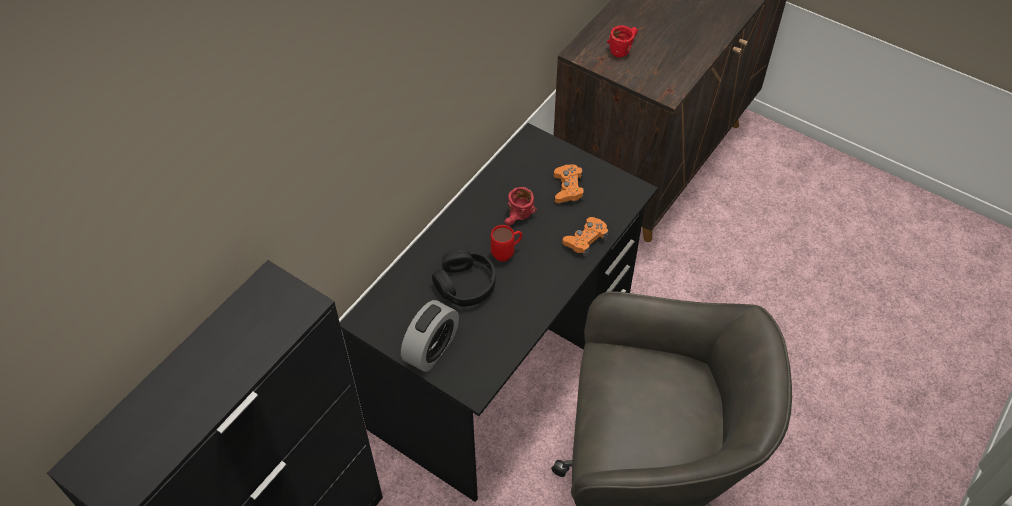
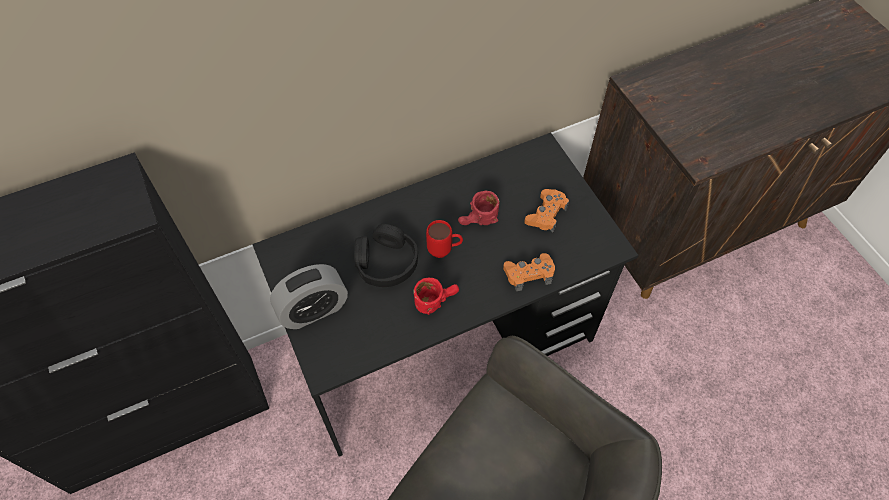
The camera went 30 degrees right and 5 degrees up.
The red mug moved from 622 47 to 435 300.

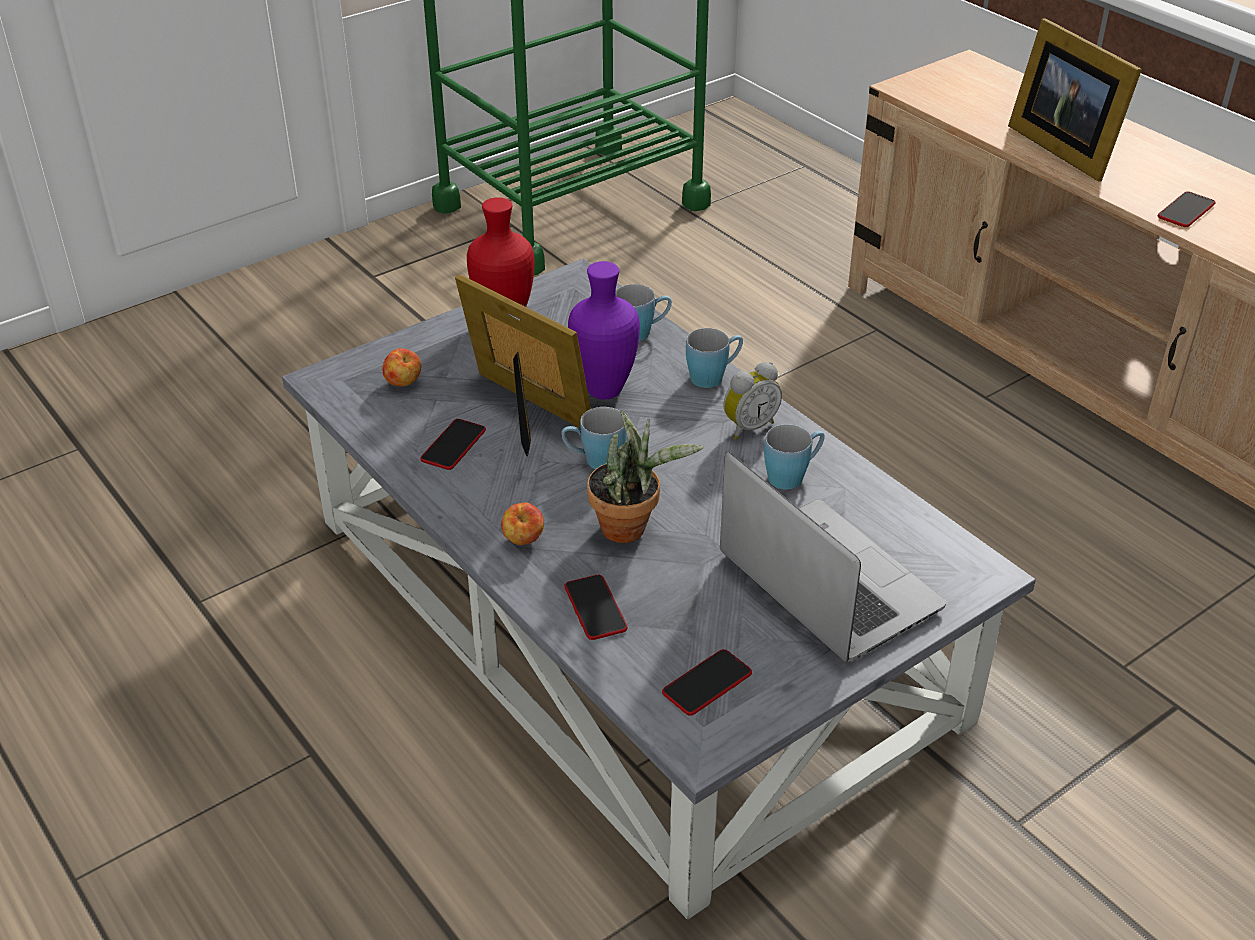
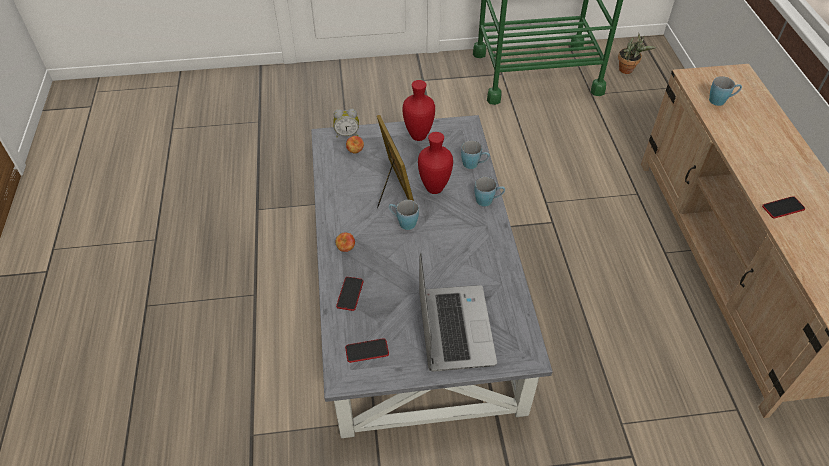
The camera went 30 degrees right and 10 degrees up.
The phone at 453 445 disappeared.
The picture frame at 1063 147 disappeared.
The potted plant moved from 630 528 to 628 70.
The alarm clock moved from 748 426 to 347 134.
The blue mug moved from 793 475 to 721 100.
The purple vase at 602 391 became the red vase at 433 188.

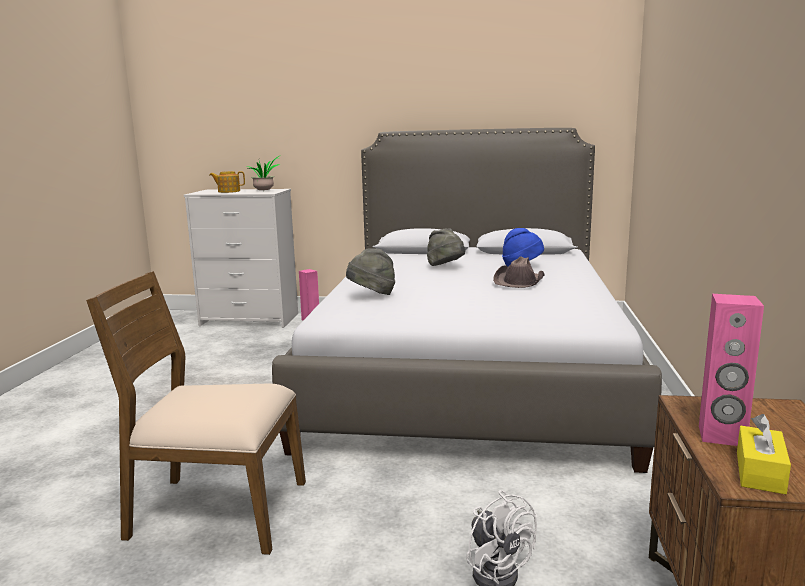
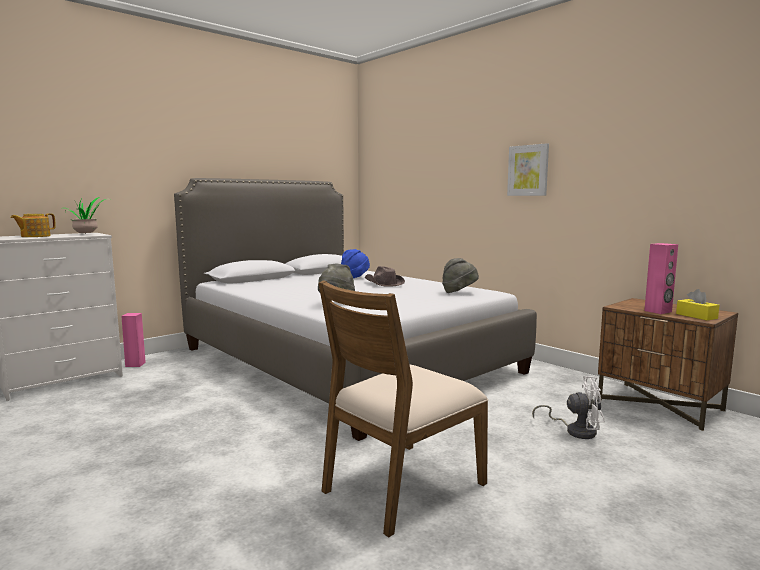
The camera went 50 degrees left and 5 degrees down.
The picture at 528 170 appeared.
The grey hat moved from 446 267 to 459 292.

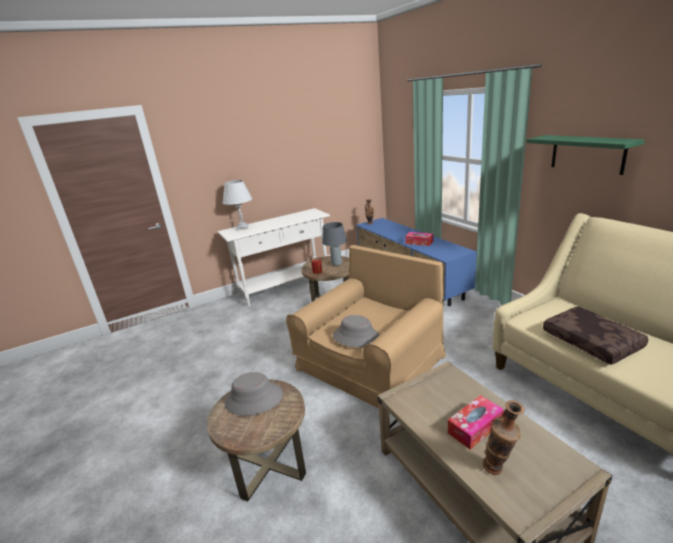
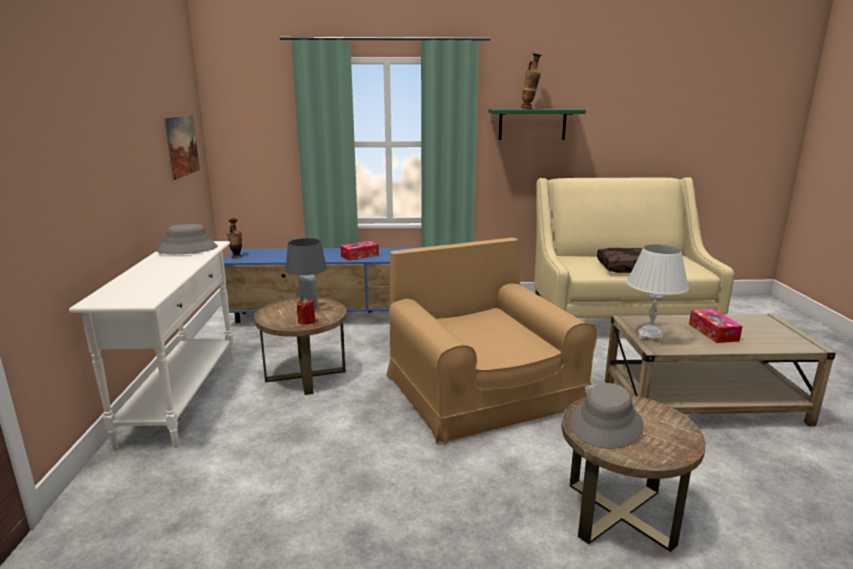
The camera went 65 degrees left and 5 degrees down.
The picture at 182 146 appeared.
The white table lamp moved from 242 227 to 649 336.
The grey hat moved from 356 336 to 187 249.
The vase moved from 499 471 to 530 109.

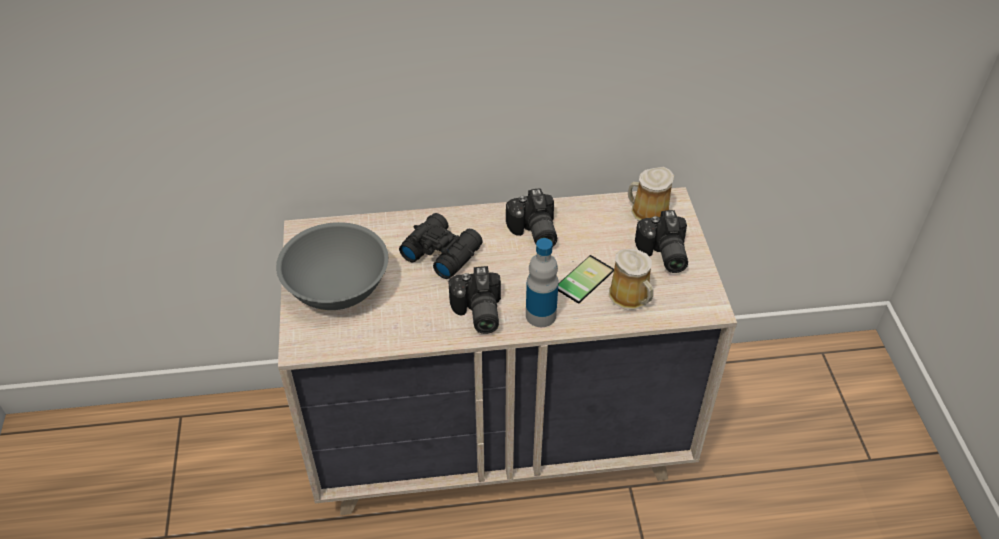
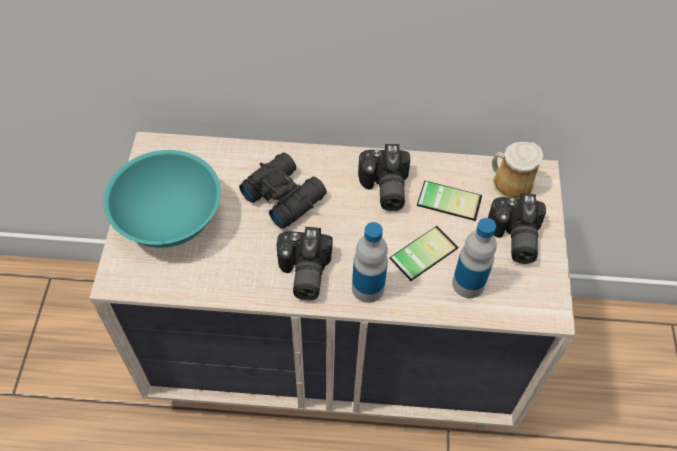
The camera went 10 degrees right and 10 degrees up.
The phone at 450 198 appeared.
The mug at 631 297 was replaced by the bottle at 468 284.
The grey bowl at 338 287 became the turquoise bowl at 170 218.

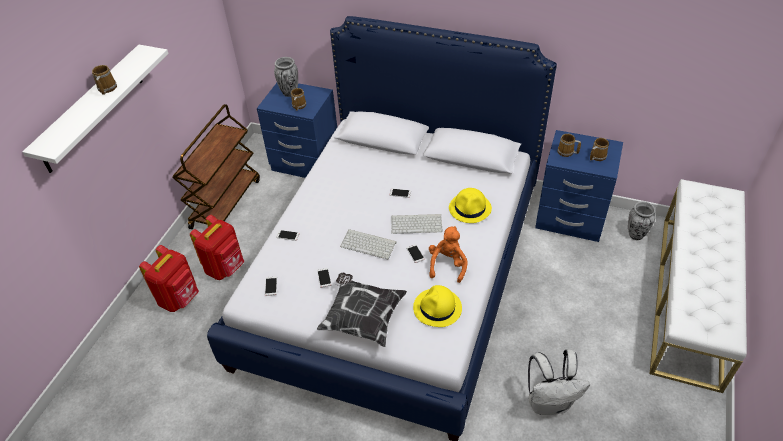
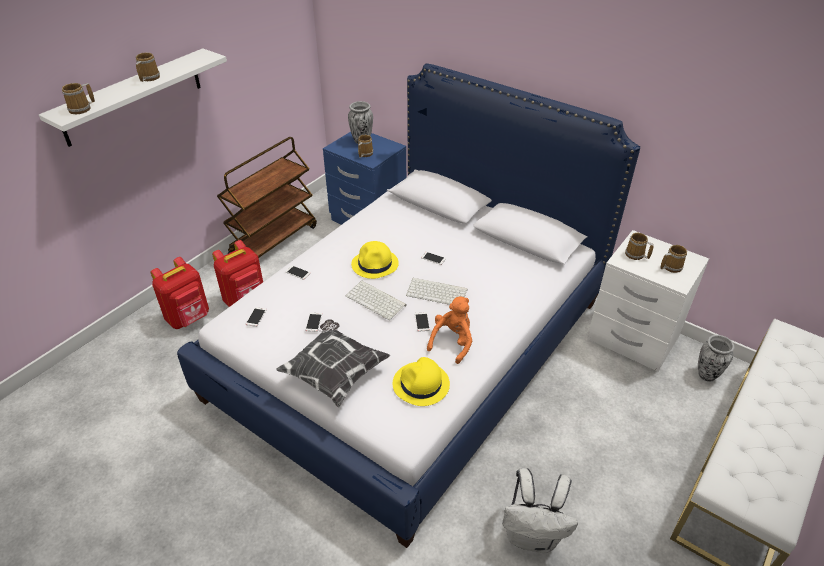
The camera went 15 degrees right and 5 degrees down.
The mug at 81 109 appeared.
The yellow hat moved from 470 208 to 375 264.
The blue nightstand at 570 219 became the white nightstand at 632 339.

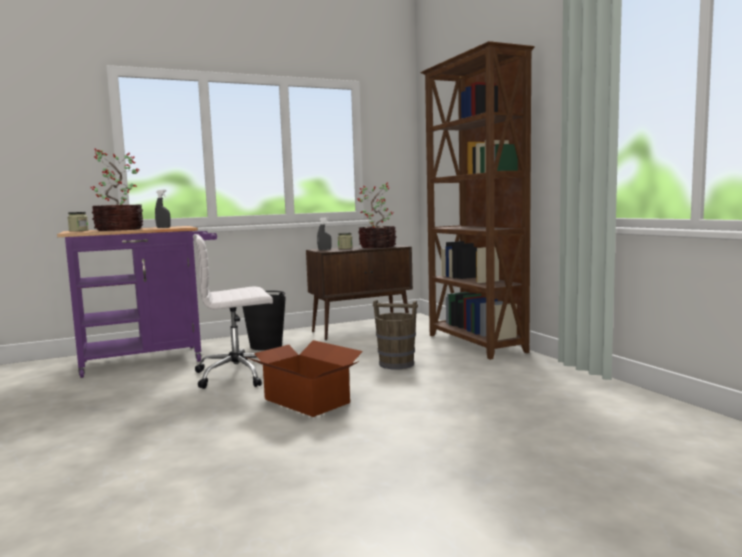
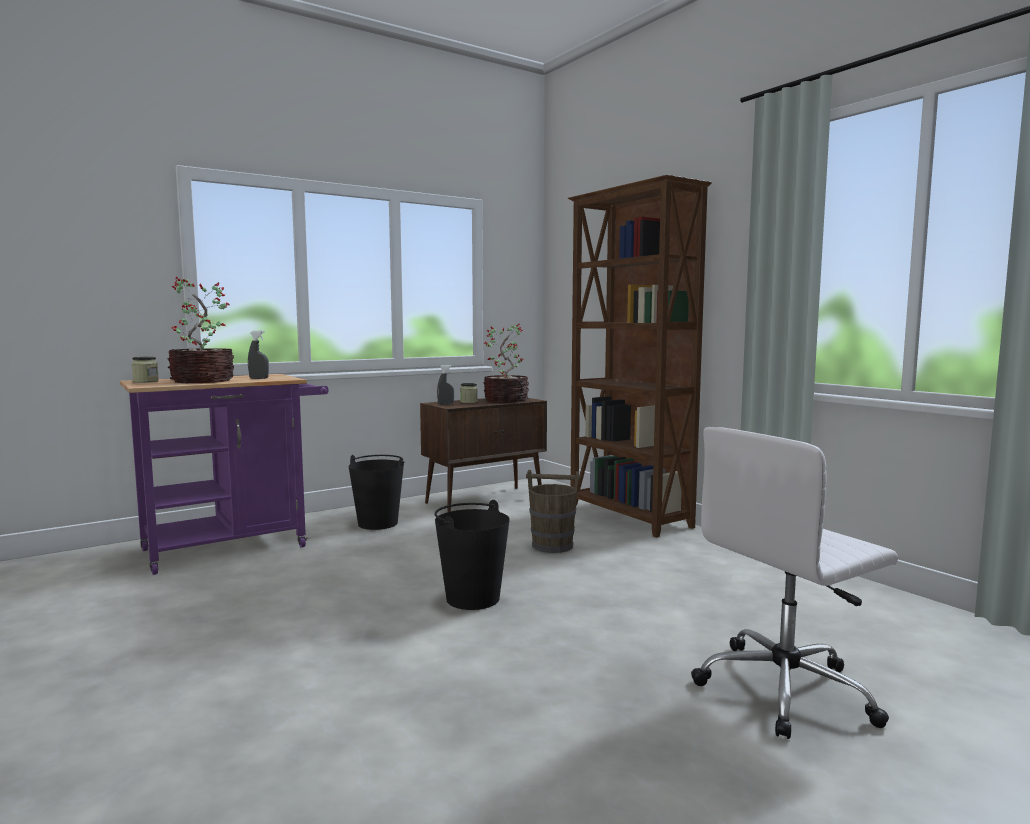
The camera went 10 degrees left and 0 degrees up.
The white office chair moved from 239 375 to 786 689.
The cardboard box at 307 400 was replaced by the black bucket at 472 598.

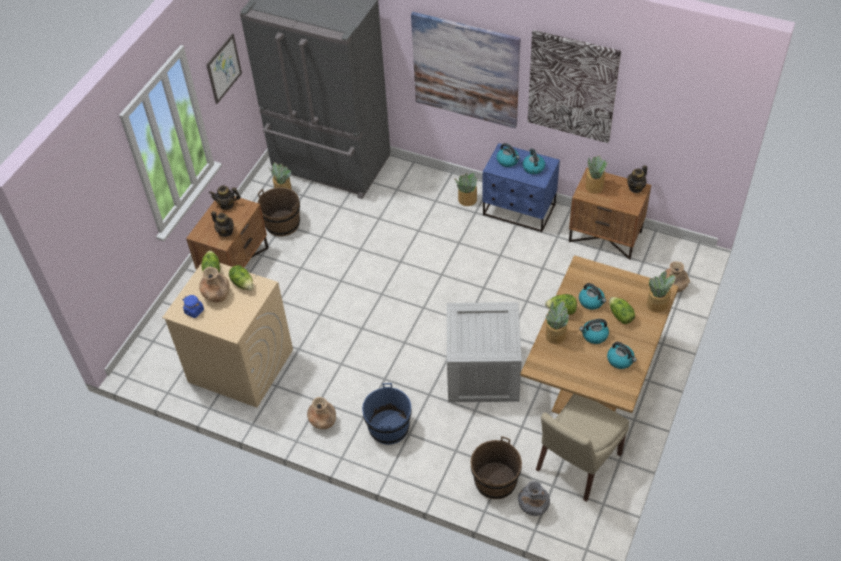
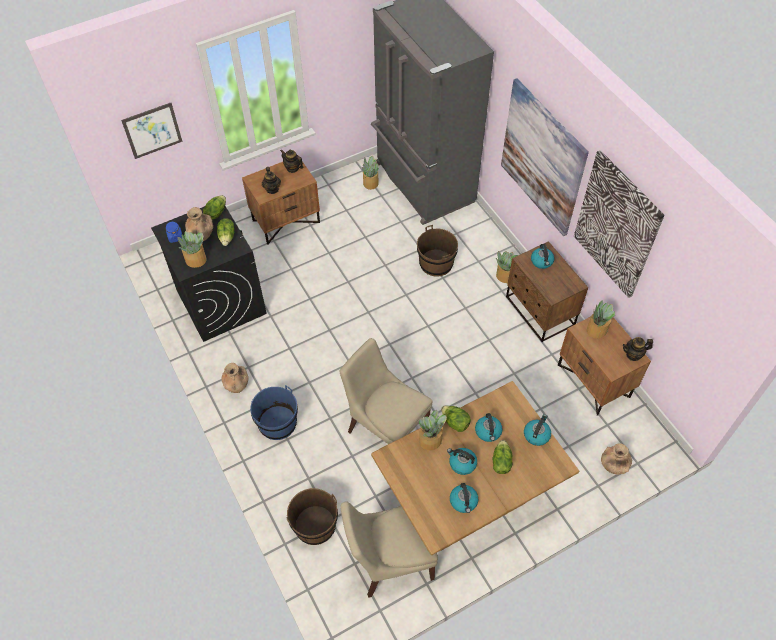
The camera went 35 degrees right and 5 degrees up.
The grey vase at 533 506 disappeared.
The picture moved from 224 68 to 152 130.
The brown bucket moved from 282 224 to 436 263.
The kettle moved from 533 167 to 536 434.
The potted plant moved from 657 304 to 196 260.
The crate at 481 371 was replaced by the beige chair at 386 427.
The beige washing machine at 240 365 became the black washing machine at 220 301.
The blue nightstand at 519 211 became the brown nightstand at 539 311.

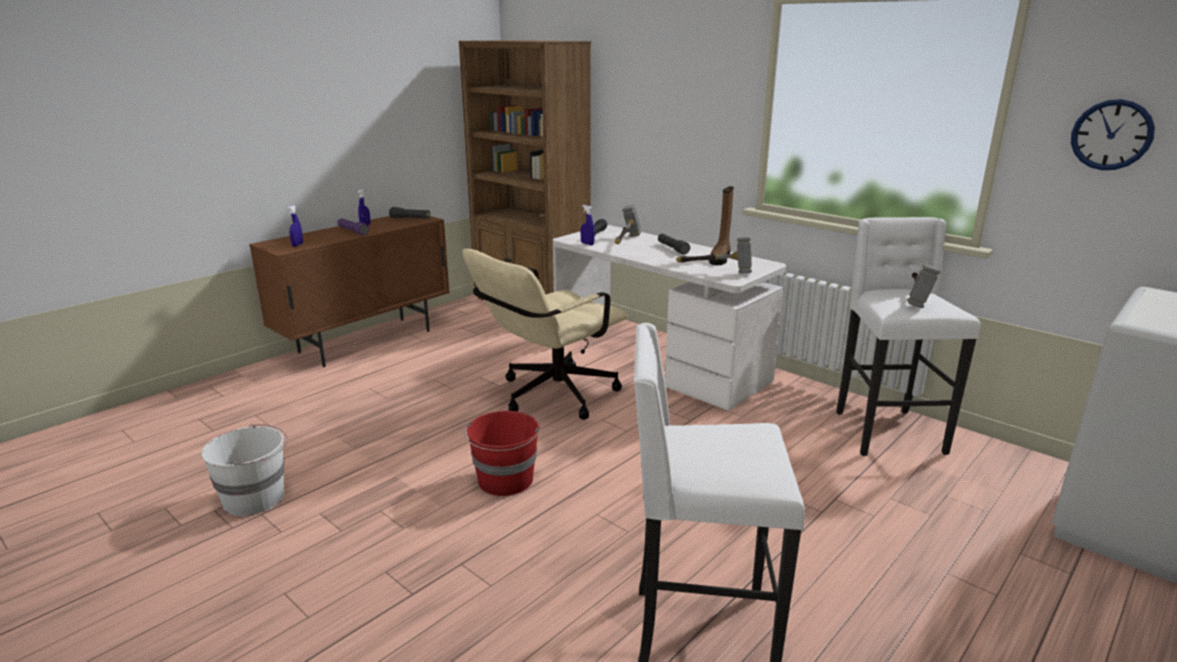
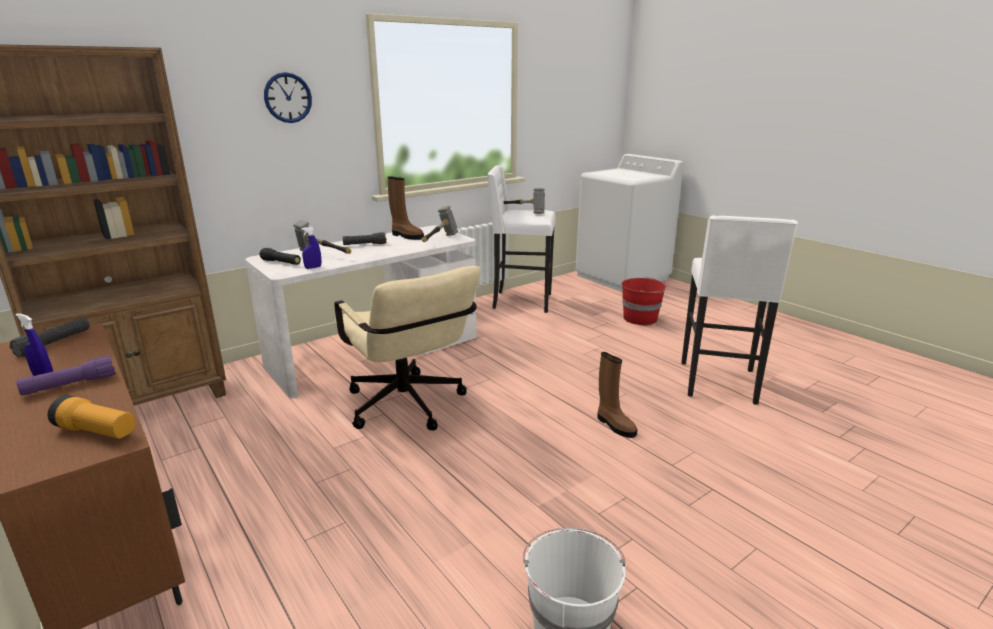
The camera went 80 degrees left and 0 degrees up.
The brown boot at 614 425 appeared.
The red bucket moved from 505 481 to 641 318.
The wall clock moved from 1111 135 to 288 98.
The blue spray bottle at 297 245 was replaced by the flashlight at 97 431.

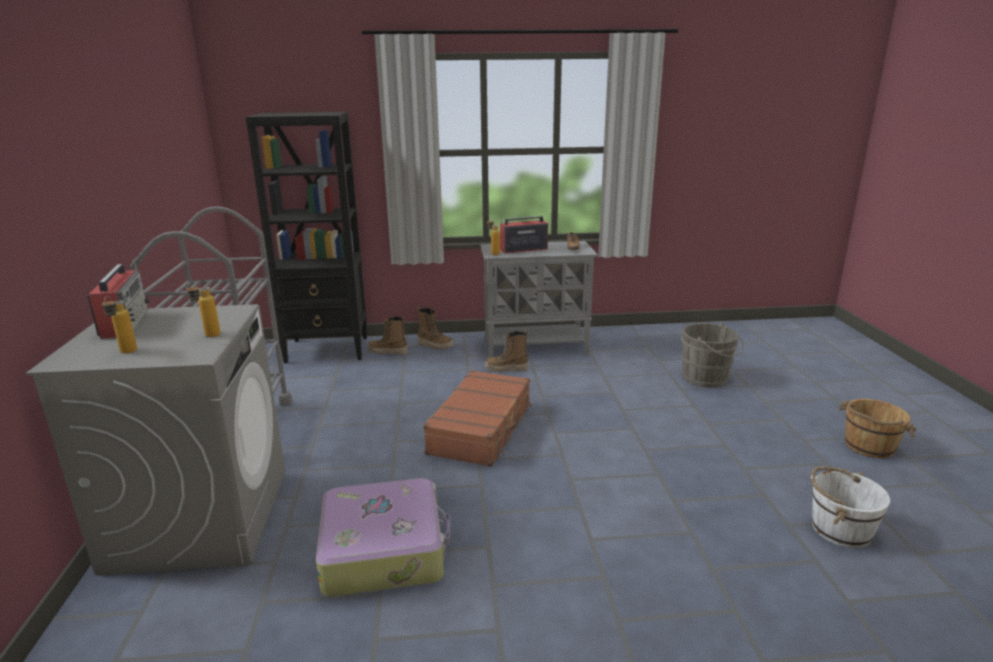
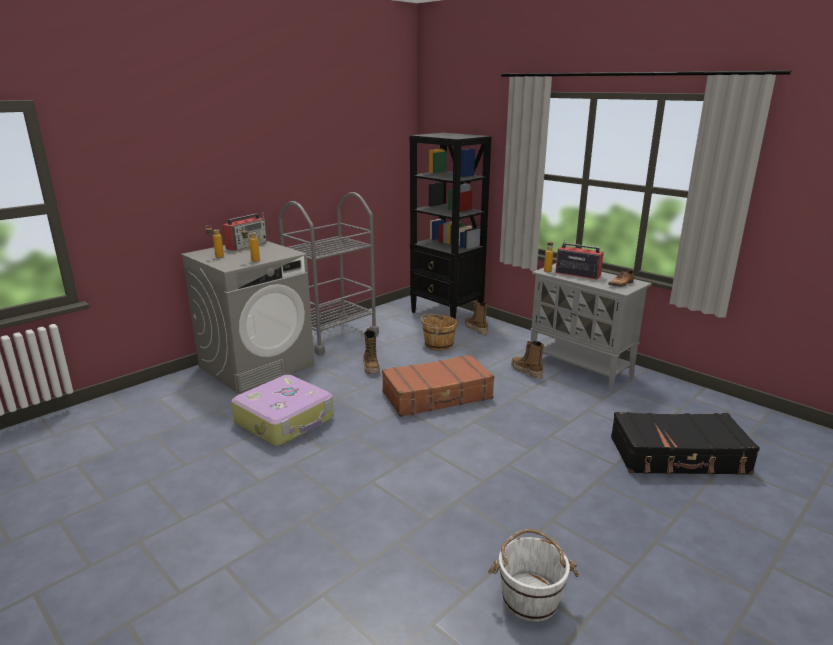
The camera went 50 degrees right and 0 degrees up.
The boot moved from 435 346 to 371 368.
The brown bucket moved from 868 446 to 438 344.
The grey bucket at 707 378 was replaced by the black suitcase at 679 456.

